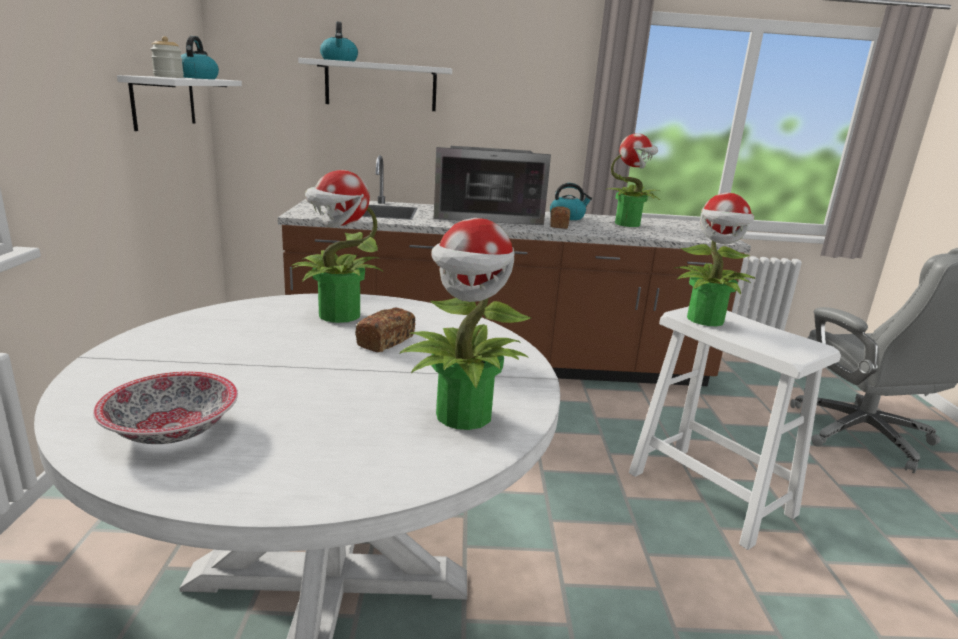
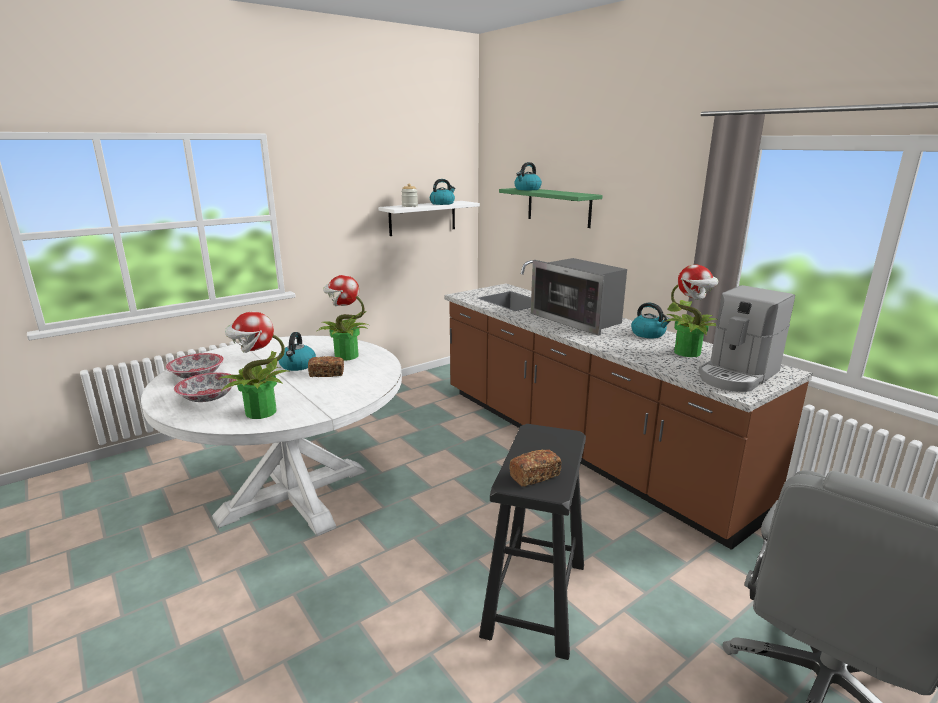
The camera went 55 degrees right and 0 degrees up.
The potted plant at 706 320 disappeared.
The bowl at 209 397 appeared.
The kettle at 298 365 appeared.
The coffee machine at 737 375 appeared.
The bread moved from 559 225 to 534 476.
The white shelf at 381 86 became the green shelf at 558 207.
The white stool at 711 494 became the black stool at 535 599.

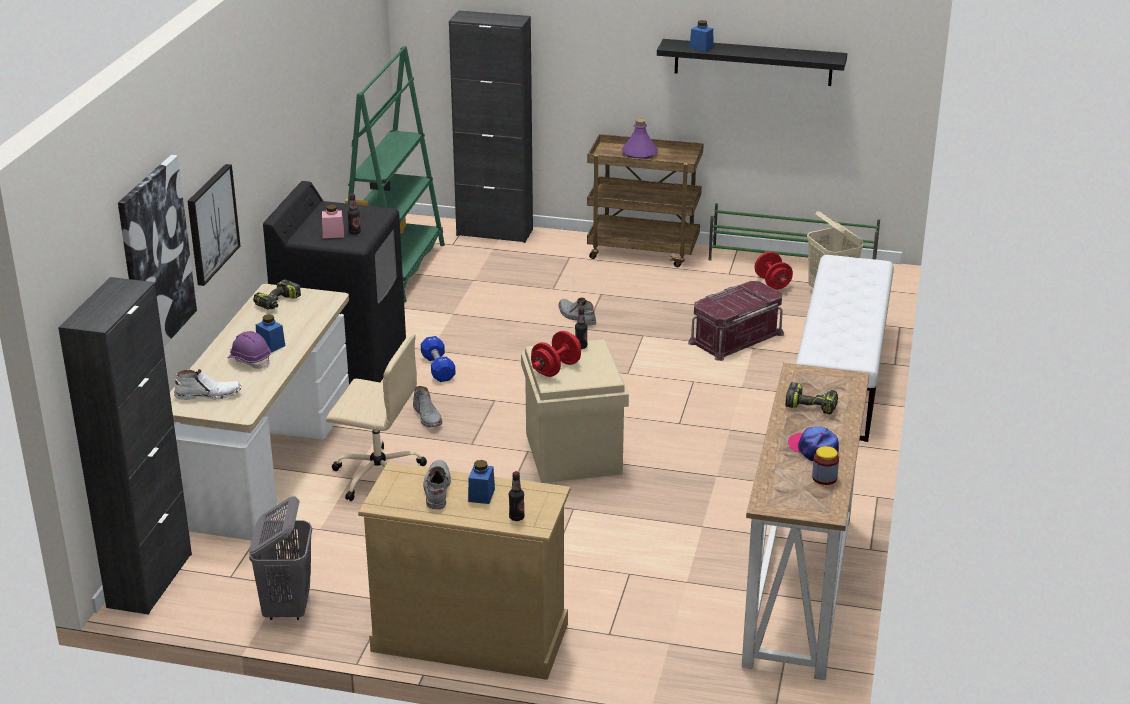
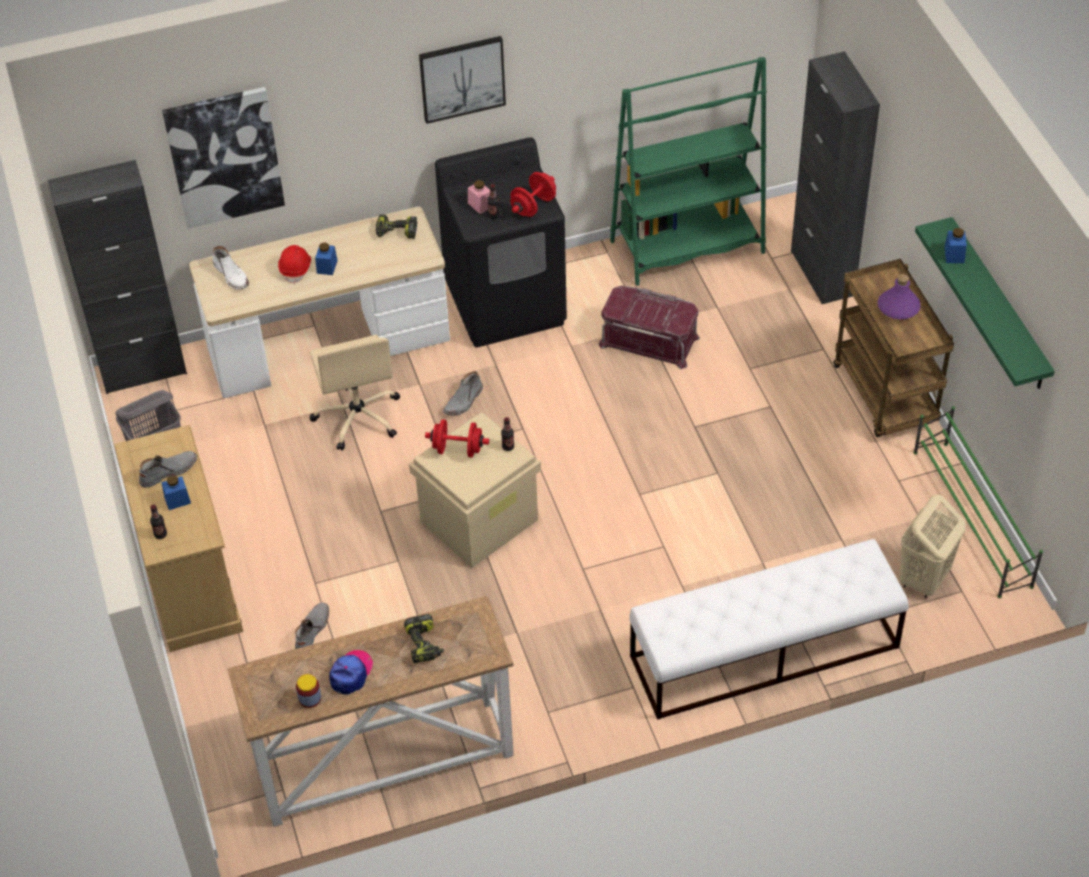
The camera went 60 degrees right and 20 degrees up.
The blue dumbbell at 438 368 disappeared.
The picture moved from 211 224 to 462 78.
The grey boot moved from 576 317 to 311 631.
The red storage box moved from 735 337 to 649 340.
The red dumbbell moved from 772 283 to 533 206.
The purple hard hat at 250 360 became the red hard hat at 296 268.
The black shelf at 753 62 became the green shelf at 998 306.

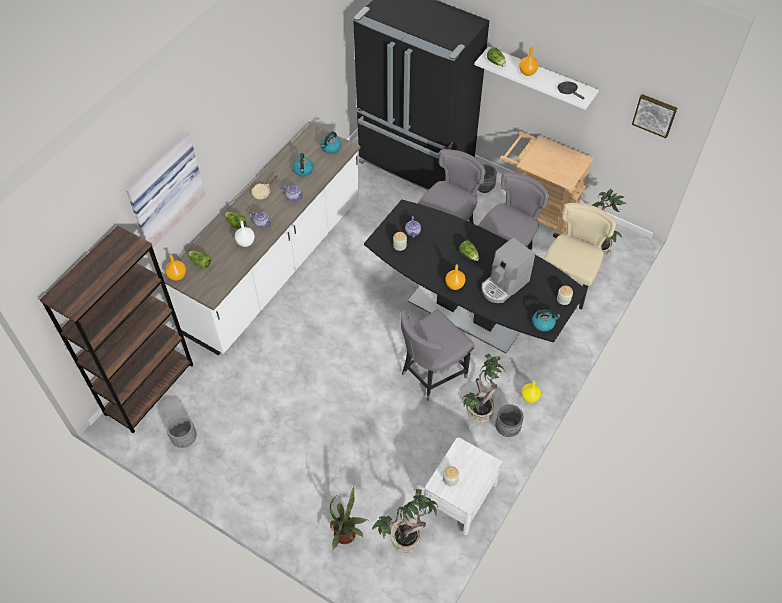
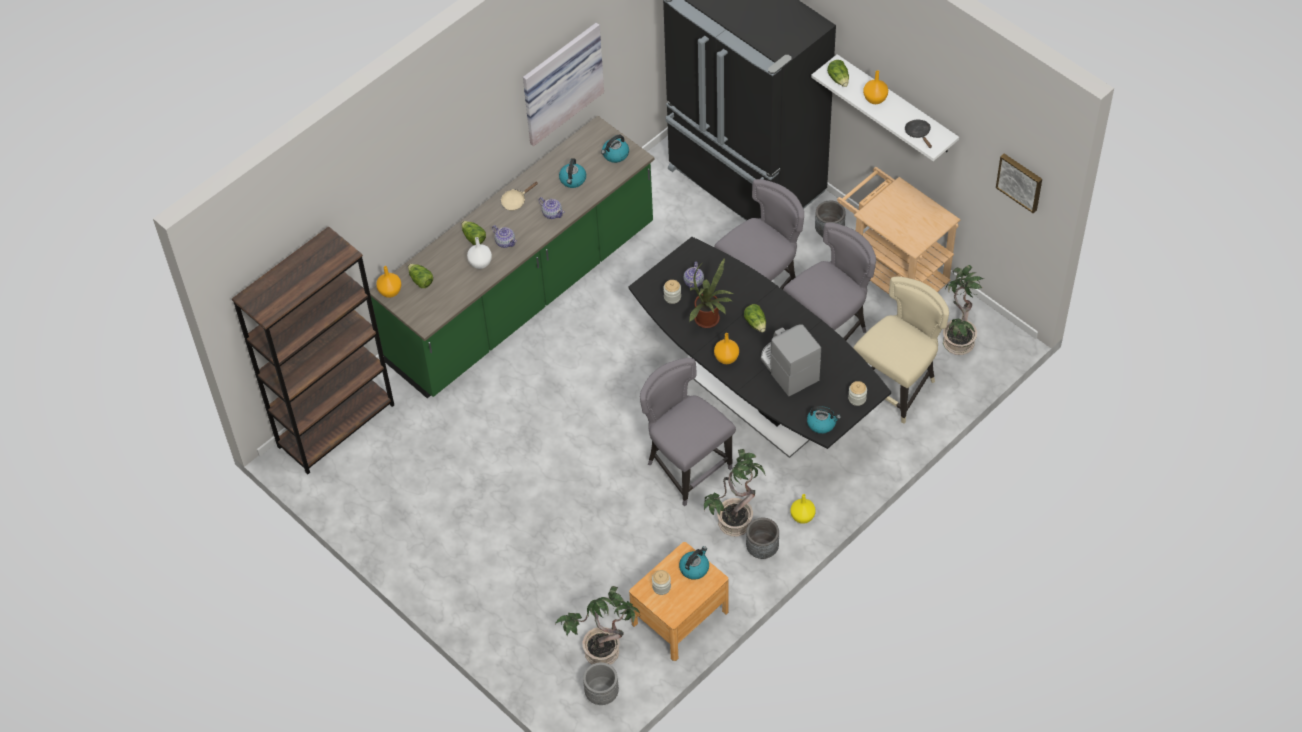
The camera went 15 degrees right and 0 degrees up.
The kettle at 694 568 appeared.
The picture moved from 164 191 to 560 81.
The grey planter moved from 184 439 to 601 694.
The potted plant moved from 347 535 to 709 320.
The white counter at 275 266 became the green counter at 523 295.
The white nightstand at 460 497 became the brown nightstand at 680 617.
The grey chair at 431 374 turned 75 degrees clockwise.
The coffee machine at 504 285 turned 90 degrees clockwise.

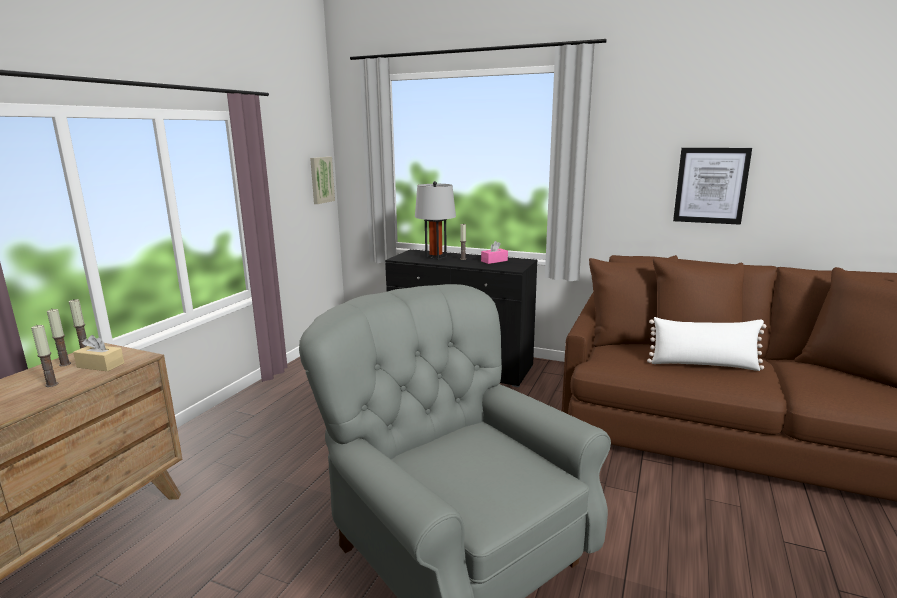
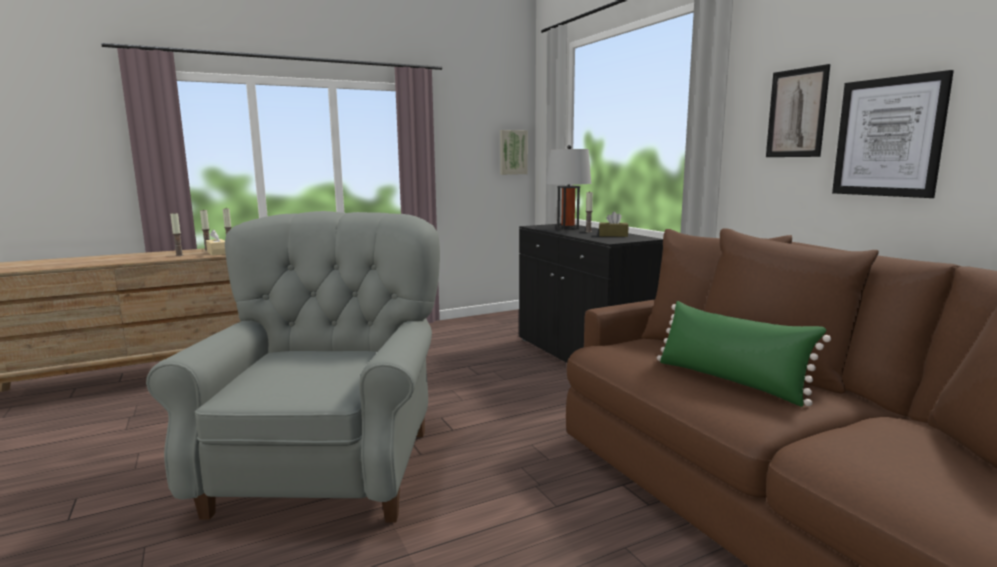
The camera went 40 degrees right and 5 degrees down.
The picture at 797 113 appeared.
The pink tissue box at 494 261 became the brown tissue box at 613 235.
The white pillow at 703 365 became the green pillow at 730 380.

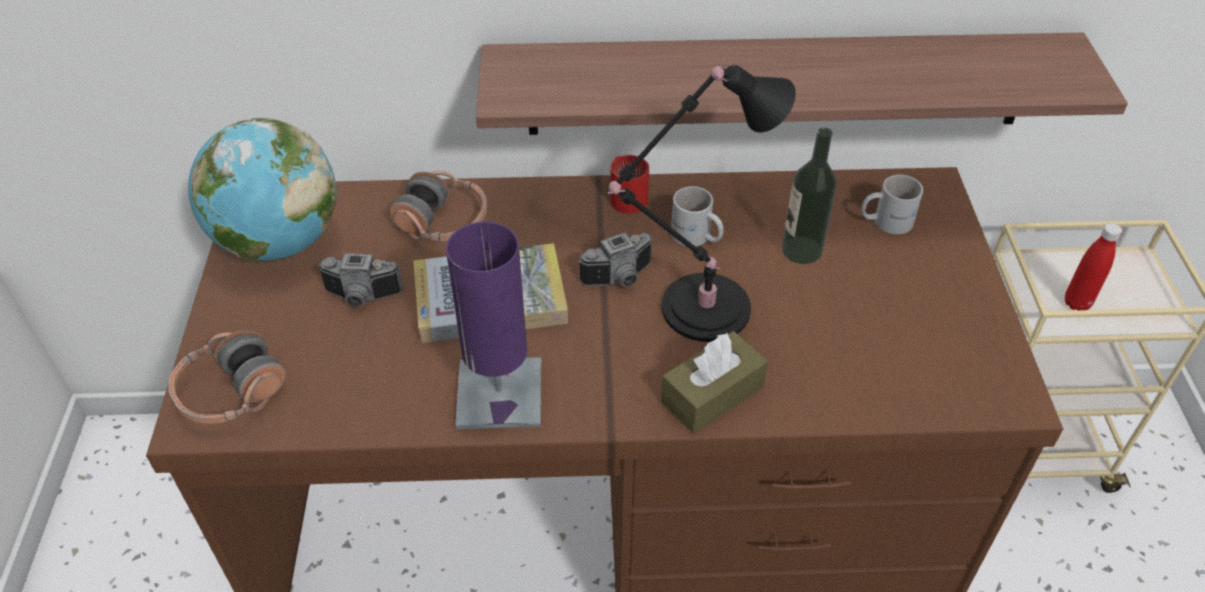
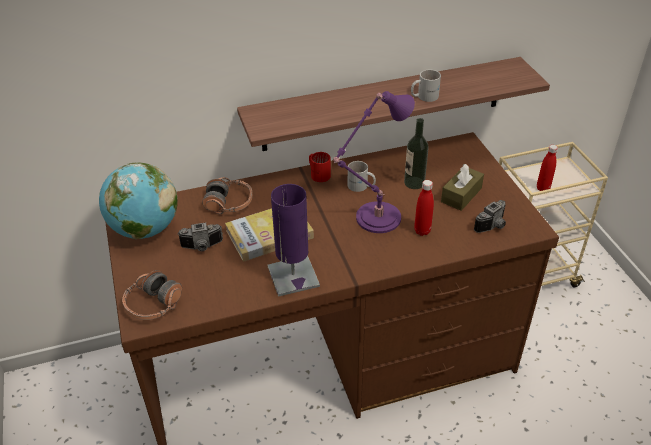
The camera went 15 degrees left and 5 degrees down.
The red bottle at 422 231 appeared.
The photo camera moved from 620 279 to 493 226.
The brown tissue box moved from 712 394 to 461 195.
The white mug moved from 885 220 to 423 96.
The black table lamp at 697 309 became the purple table lamp at 374 219.

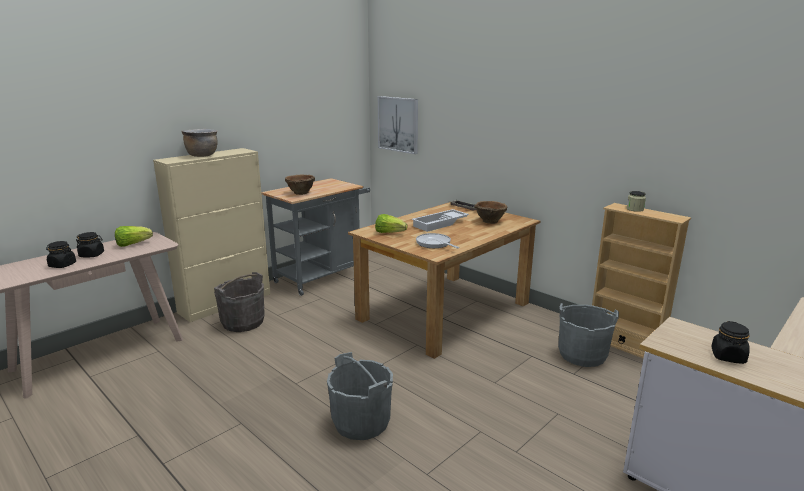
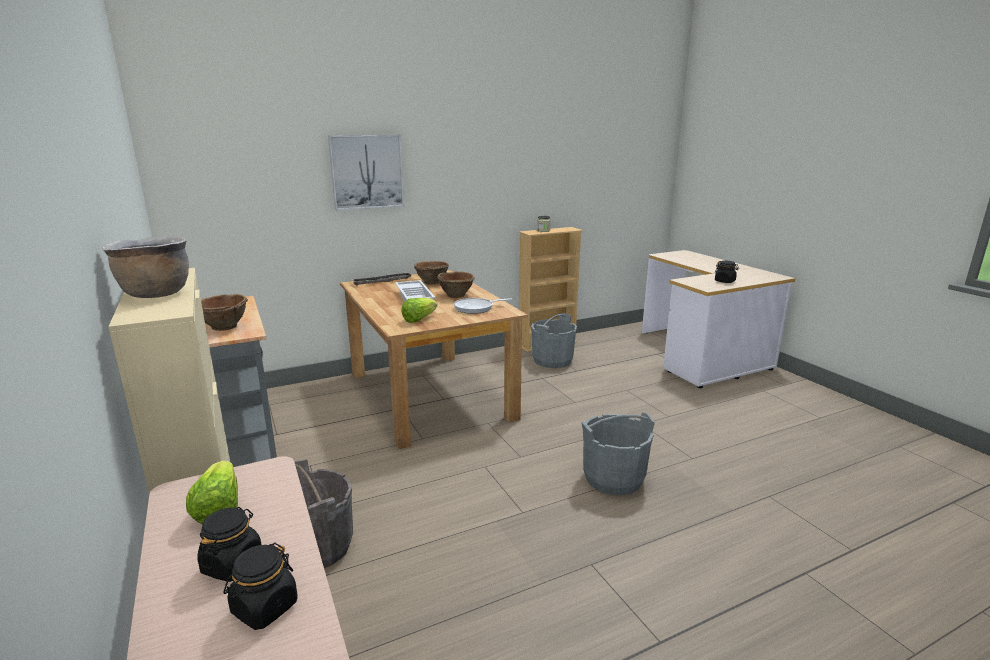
The camera went 70 degrees left and 0 degrees up.
The brown bowl at 456 295 appeared.
The picture moved from 398 124 to 367 172.

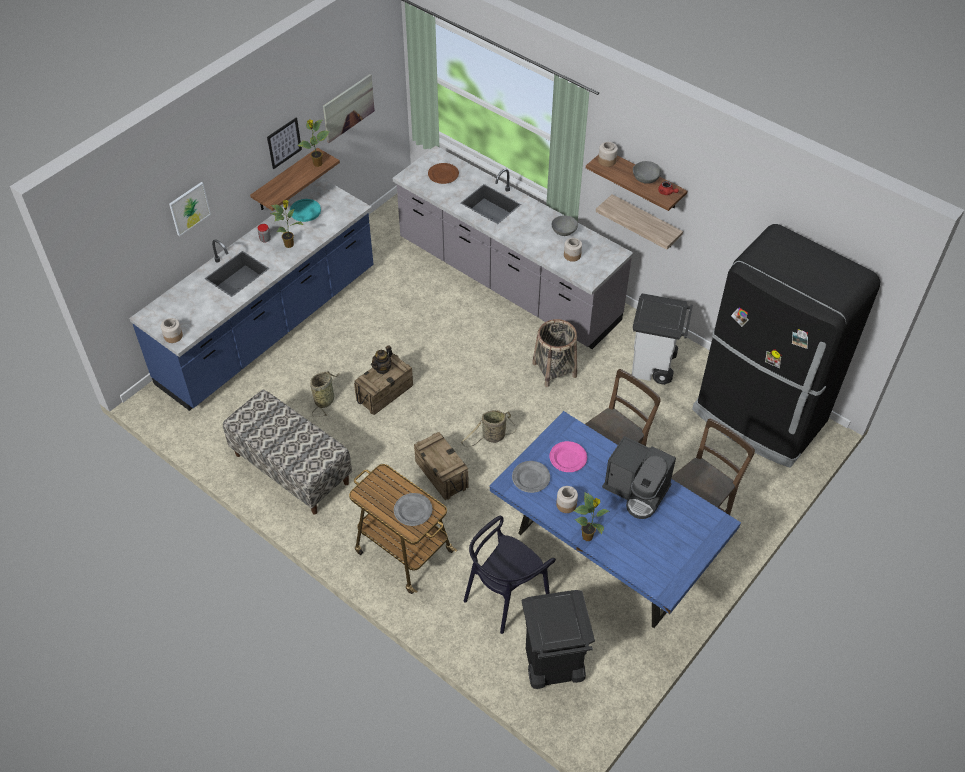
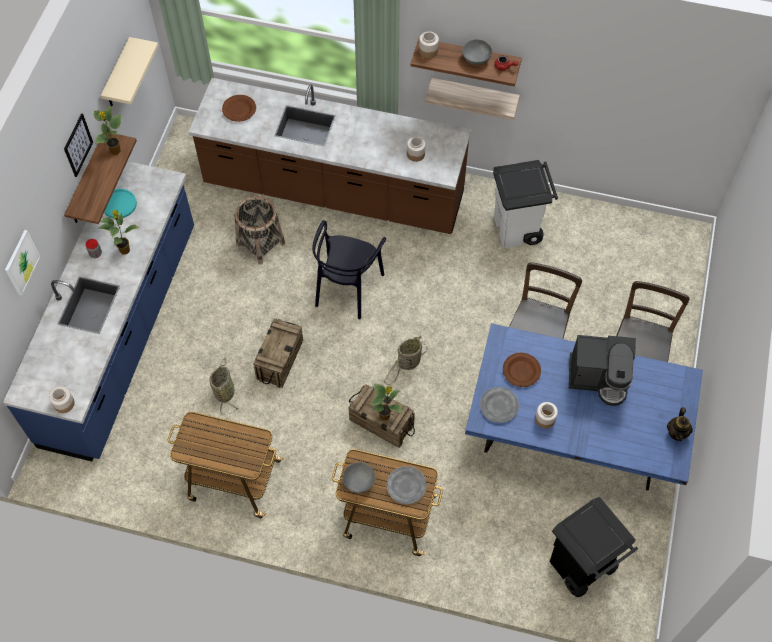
The camera went 25 degrees left and 10 degrees up.
The black fridge at 759 417 disappeared.
The teapot moved from 383 368 to 677 432.
The black chair moved from 505 595 to 347 288.
The basket moved from 554 370 to 261 244.
The grey bowl moved from 564 231 to 359 482.
The potted plant moved from 588 536 to 385 416.
The bench at 291 469 was replaced by the cart at 233 479.
The picture at 348 108 was replaced by the beige shelf at 118 75.
The grey counter at 507 281 became the brown counter at 334 191.
The pink plate at 568 458 became the brown plate at 521 371.

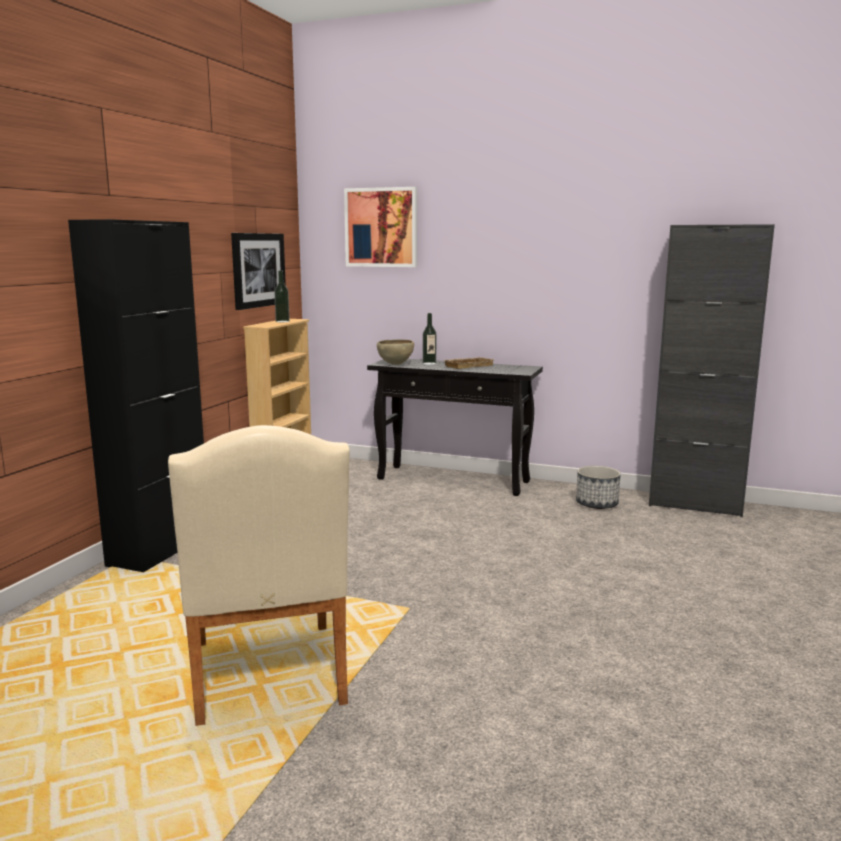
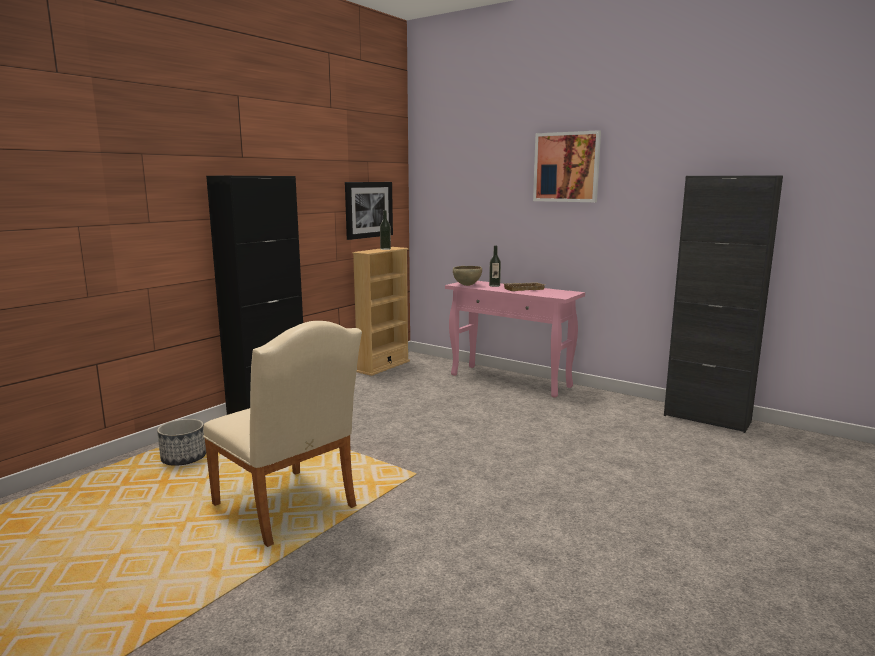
The camera went 15 degrees right and 0 degrees up.
The picture moved from 381 227 to 566 167.
The planter moved from 596 504 to 183 459.
The black console table at 454 480 became the pink console table at 511 381.
The beige chair at 268 679 turned 45 degrees counterclockwise.

